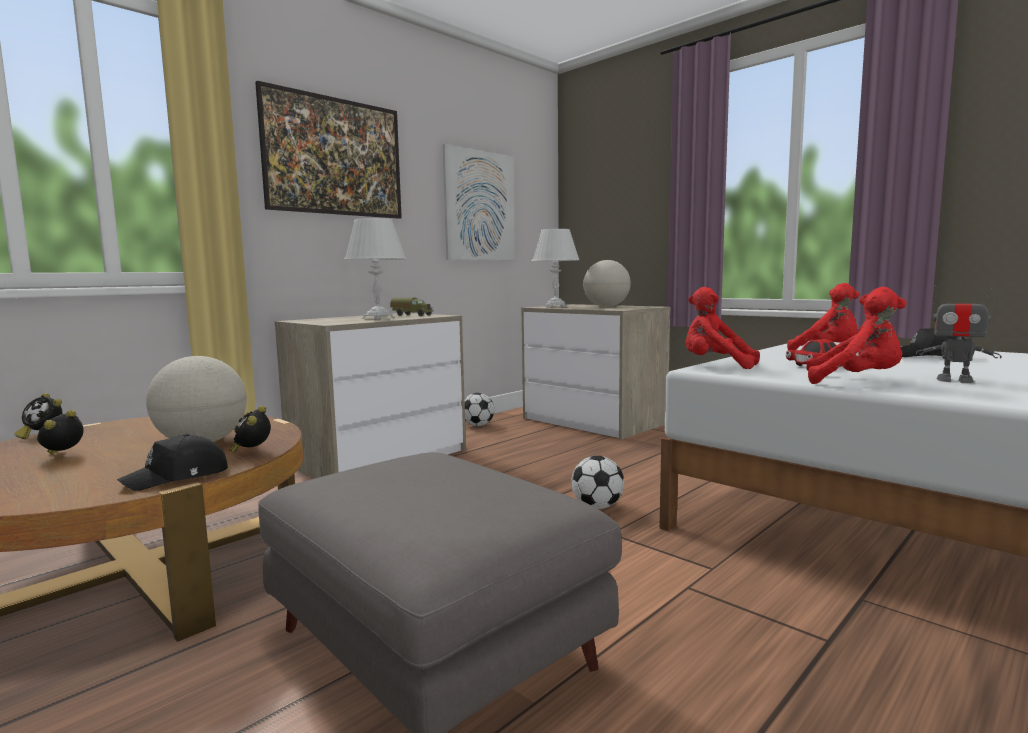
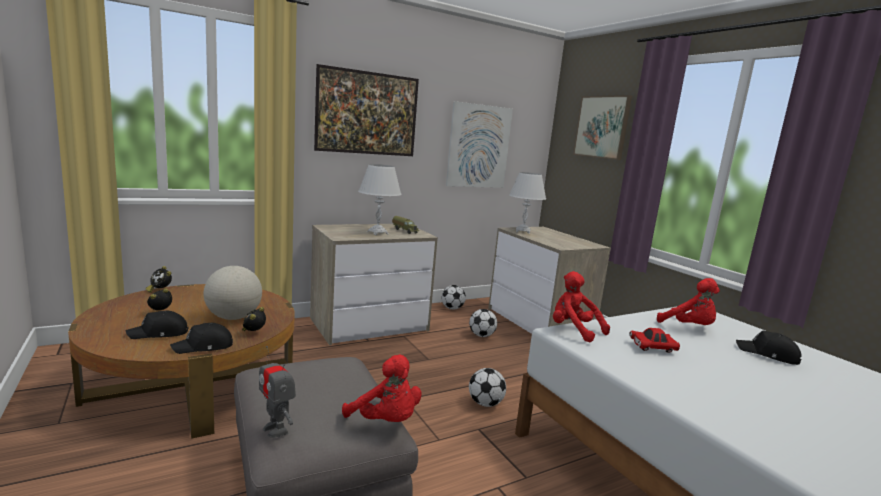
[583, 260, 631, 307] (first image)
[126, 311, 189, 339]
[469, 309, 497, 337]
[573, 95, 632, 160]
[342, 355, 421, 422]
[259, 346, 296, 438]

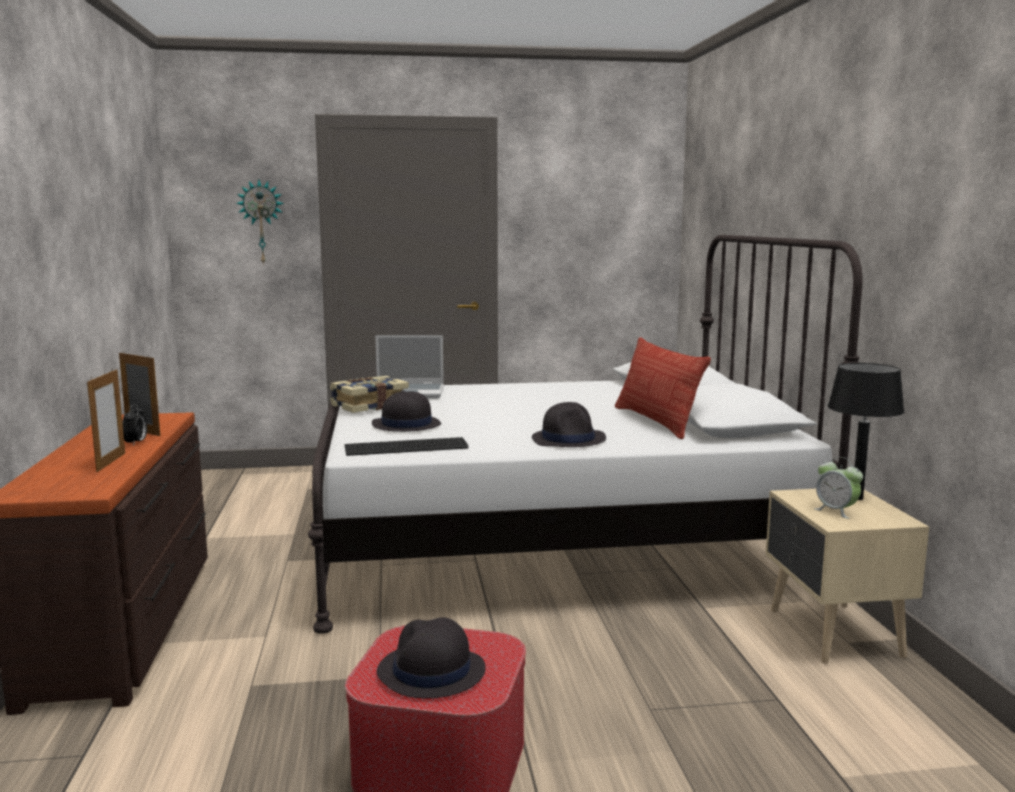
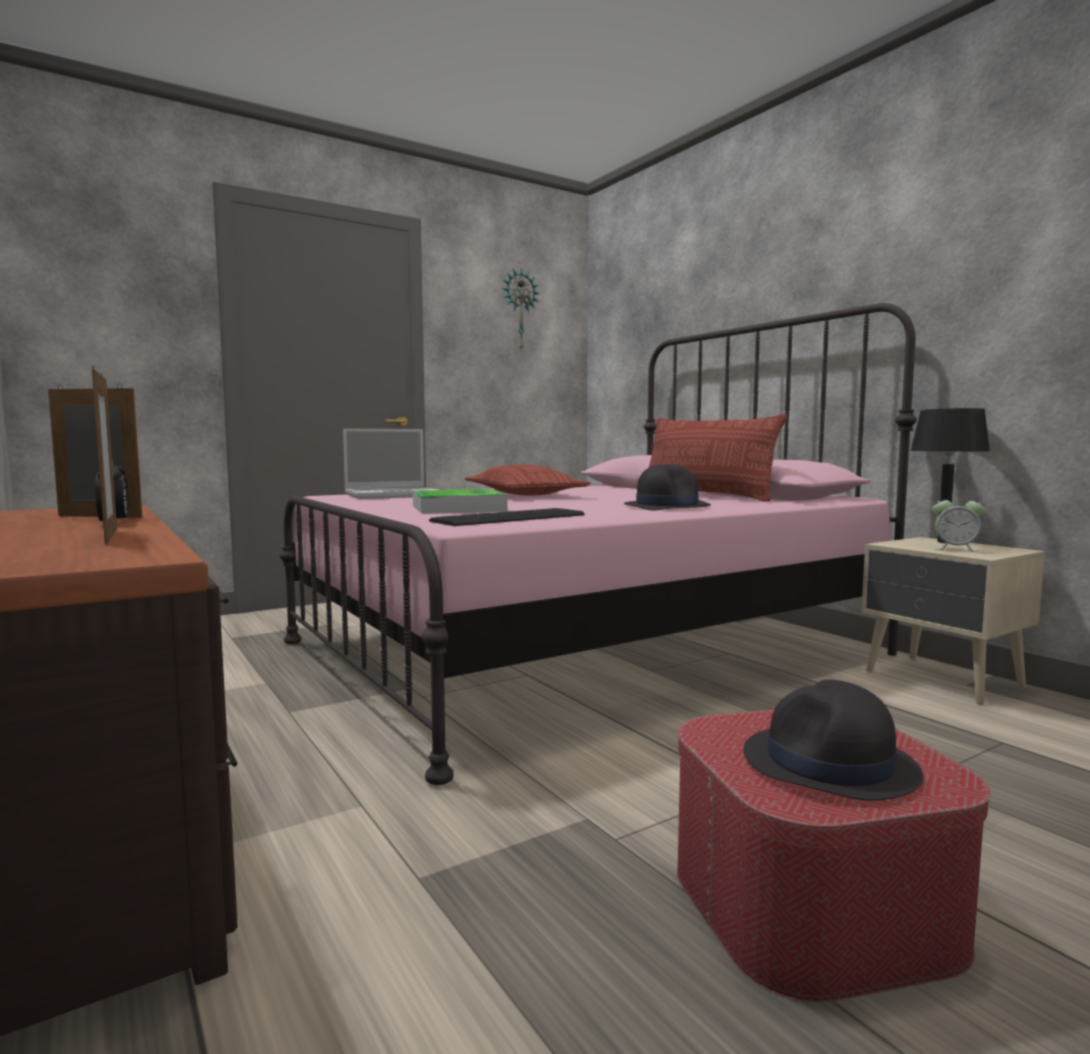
[330, 376, 409, 413] (first image)
[465, 464, 591, 495]
[502, 268, 540, 351]
[413, 489, 507, 514]
[280, 303, 917, 785]

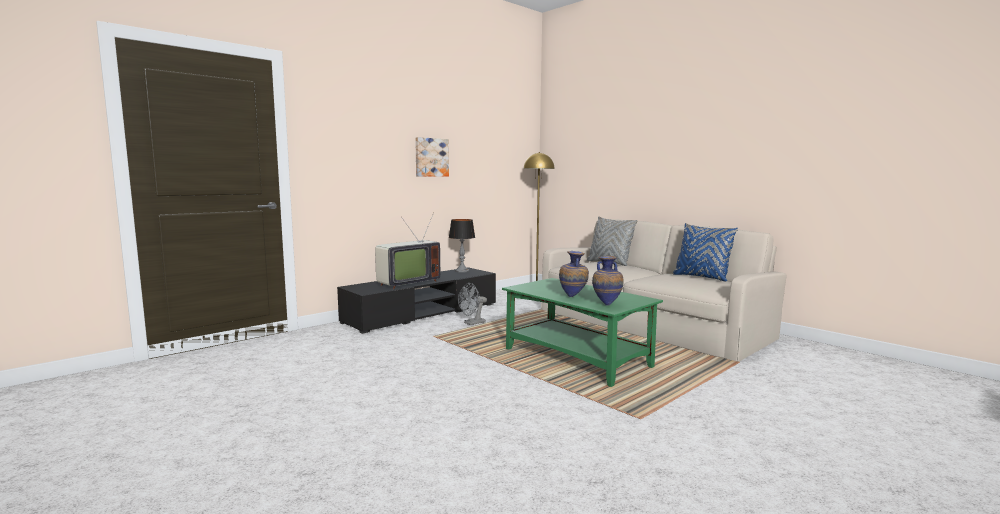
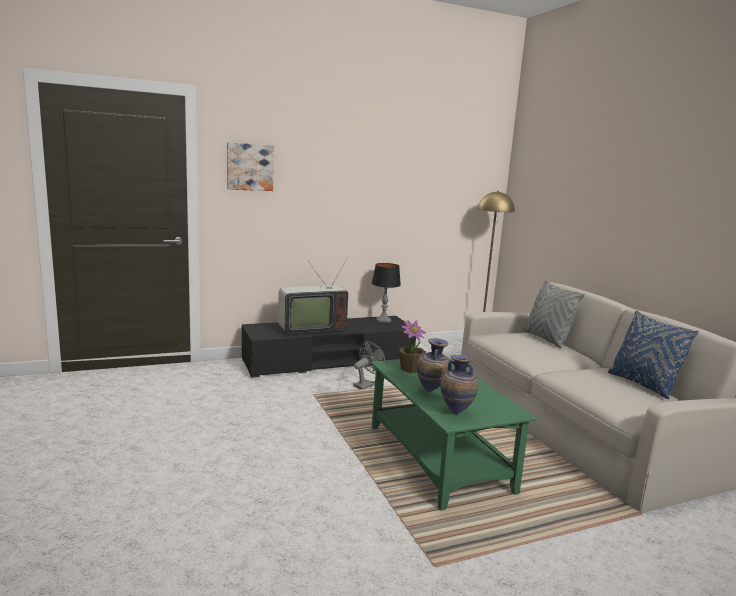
[399, 320, 426, 373]
[227, 142, 274, 191]
[353, 341, 385, 390]

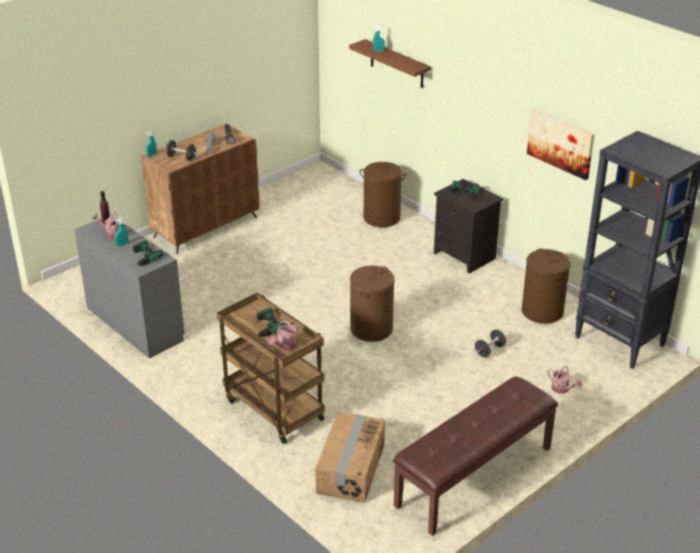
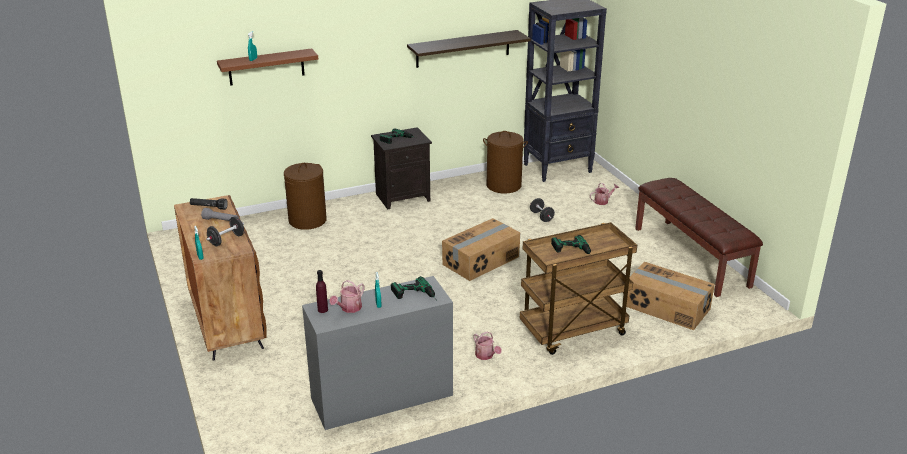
[474, 332, 502, 360]
[442, 218, 520, 281]
[407, 30, 531, 68]

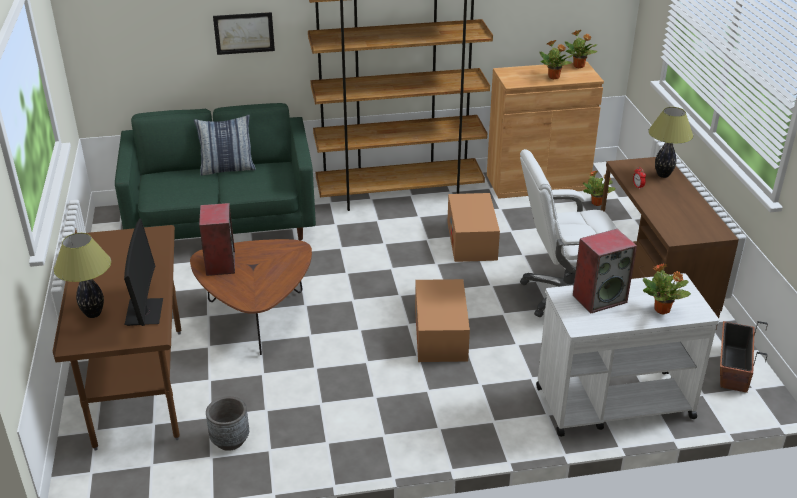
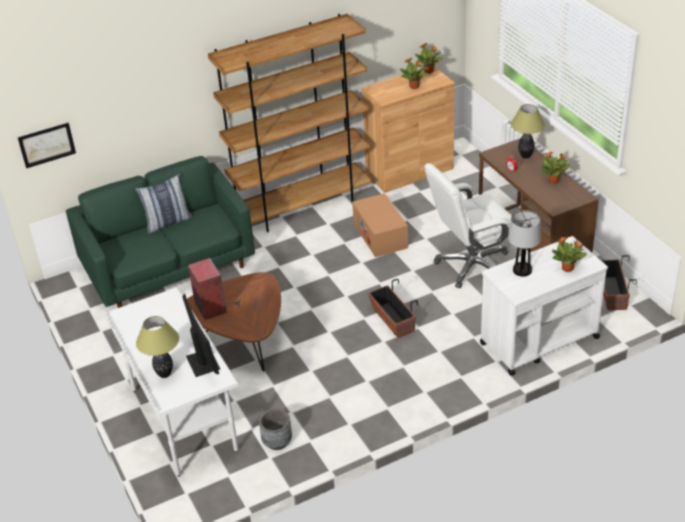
[18, 123, 76, 168]
[540, 152, 570, 184]
[368, 278, 418, 338]
[508, 210, 541, 277]
[103, 288, 239, 477]

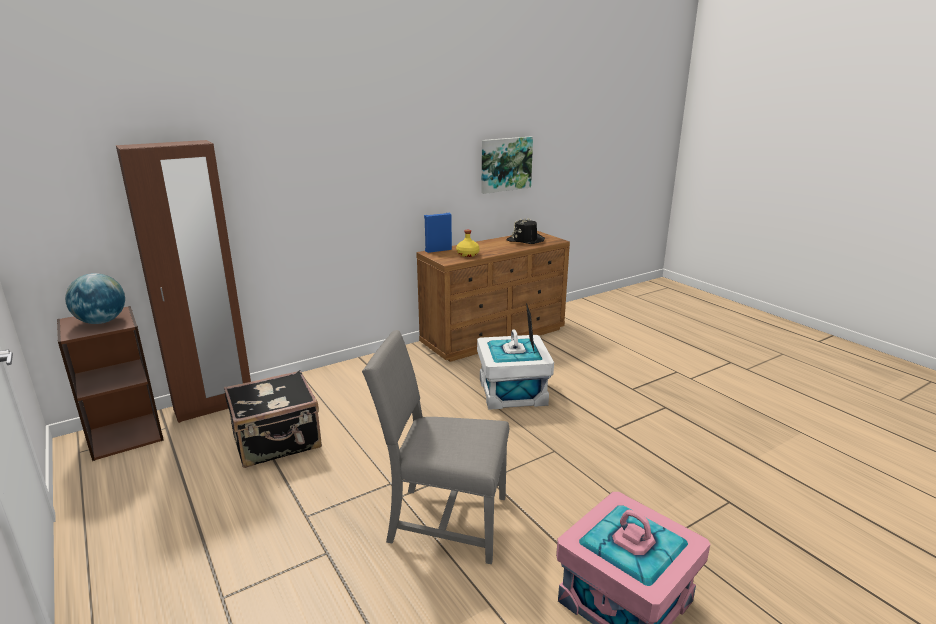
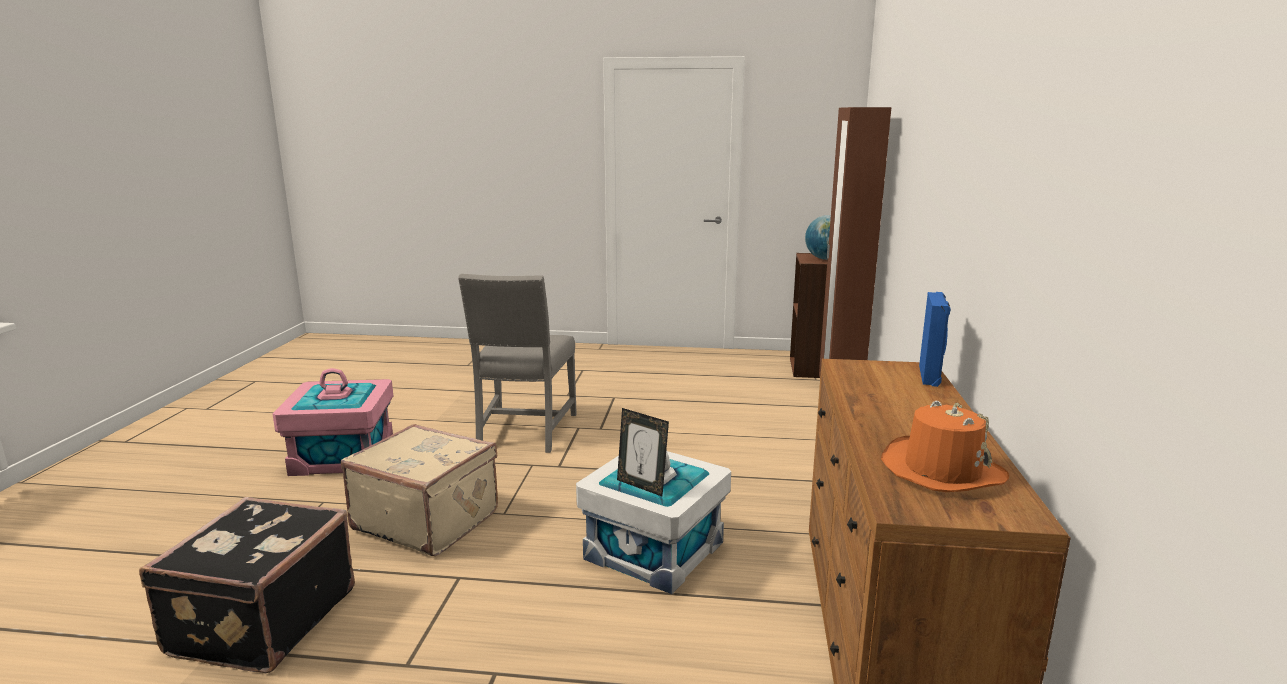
[456, 230, 479, 257] (first image)
[481, 136, 533, 194] (first image)
[341, 424, 498, 556]
[139, 497, 355, 673]
[881, 401, 1009, 492]
[458, 274, 577, 453]

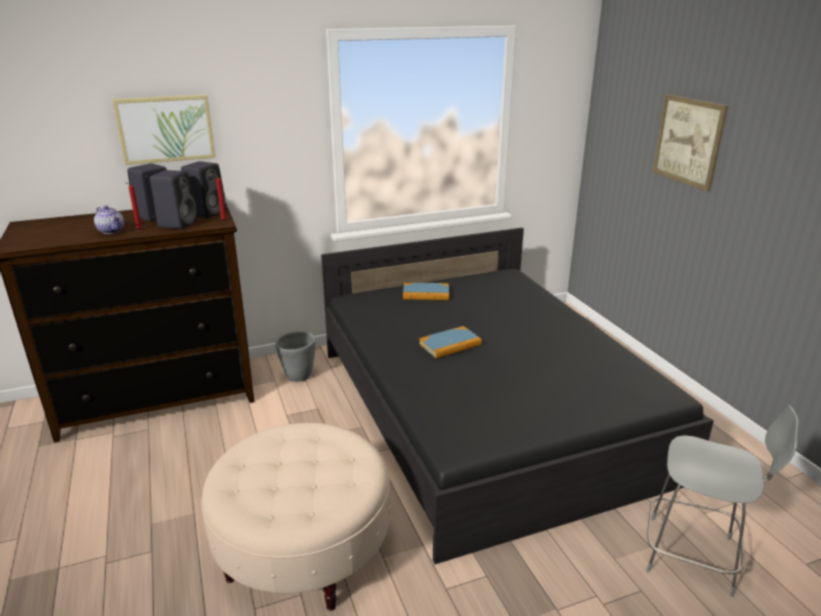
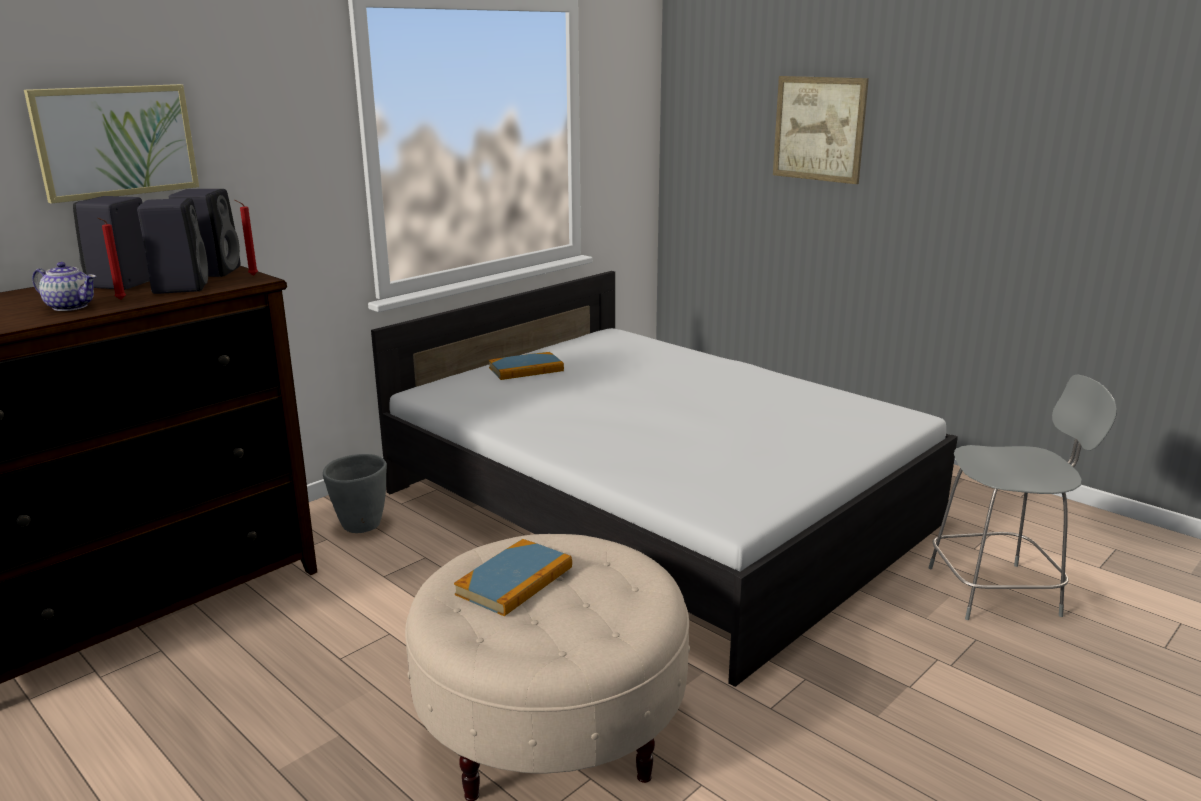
[454, 539, 572, 616]
[371, 271, 958, 687]

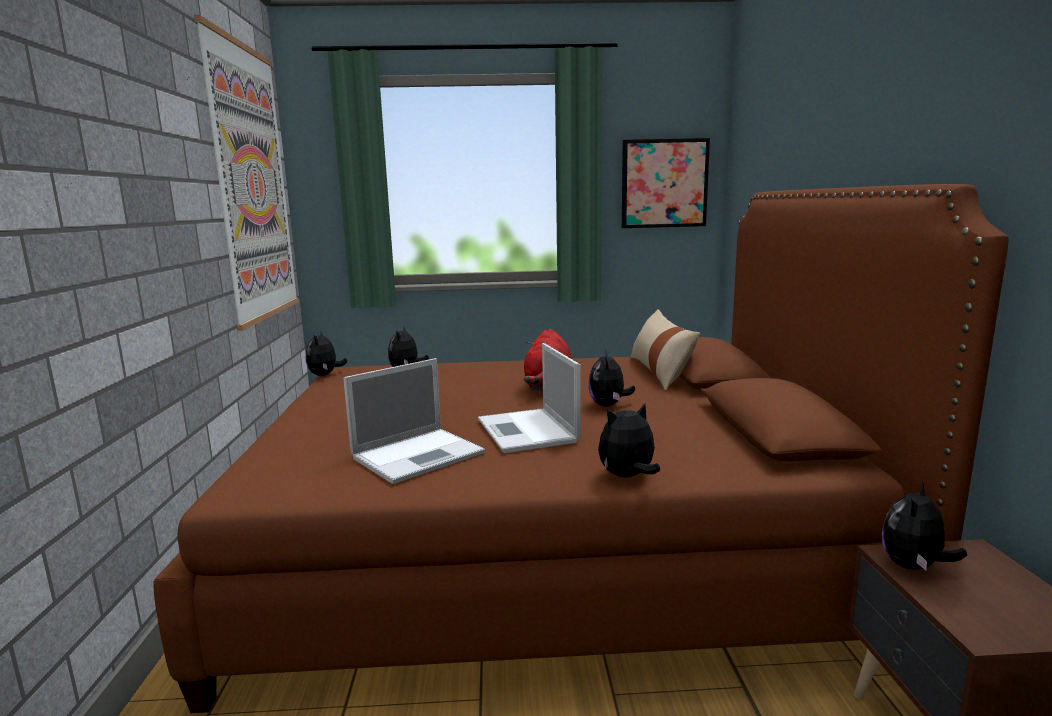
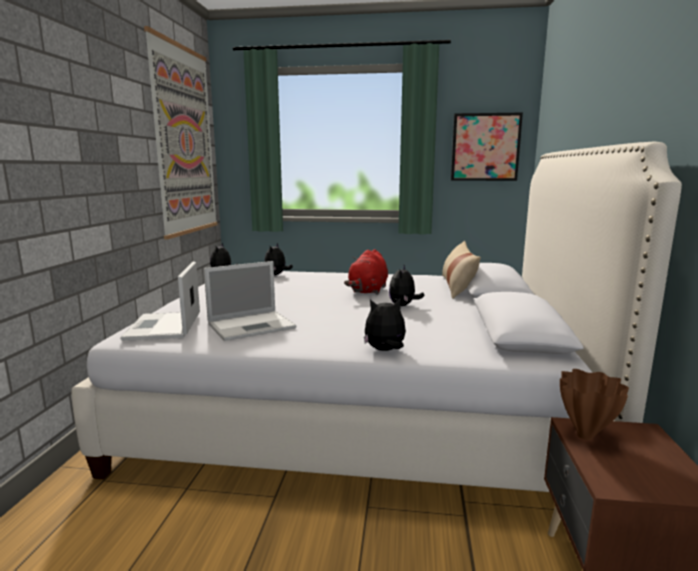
[120, 262, 200, 341]
[560, 369, 629, 440]
[72, 142, 682, 492]

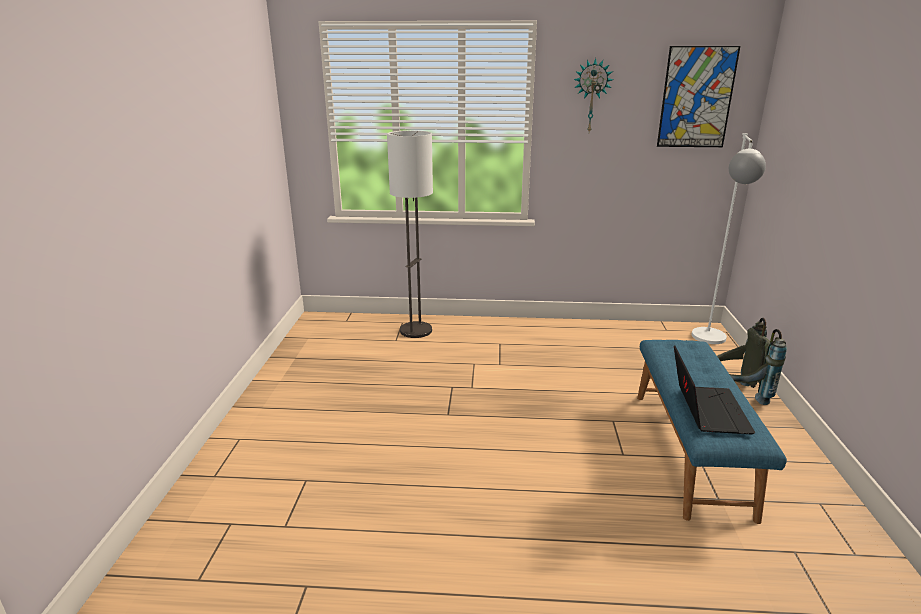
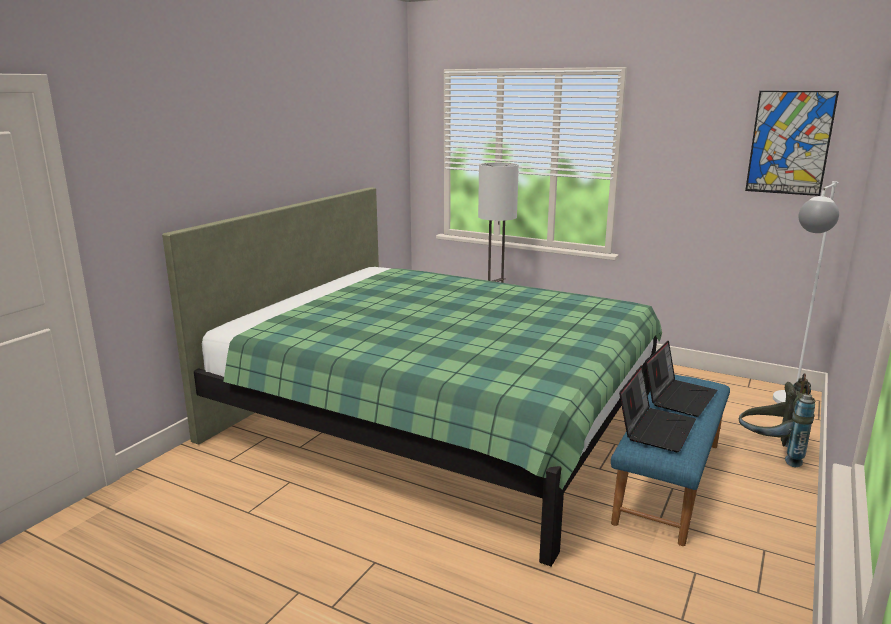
[574, 58, 613, 132] (first image)
[162, 187, 662, 566]
[645, 341, 718, 417]

